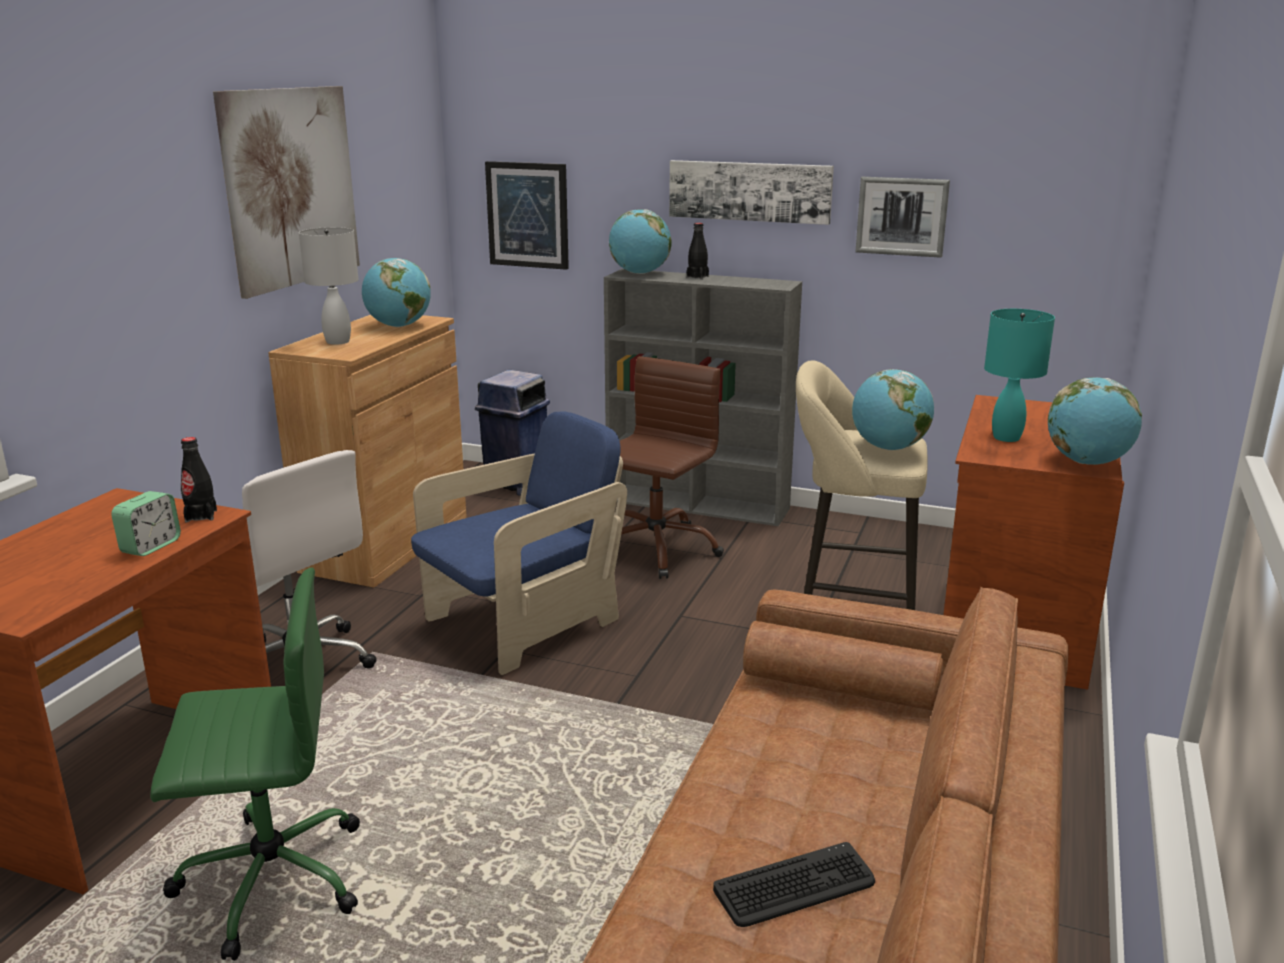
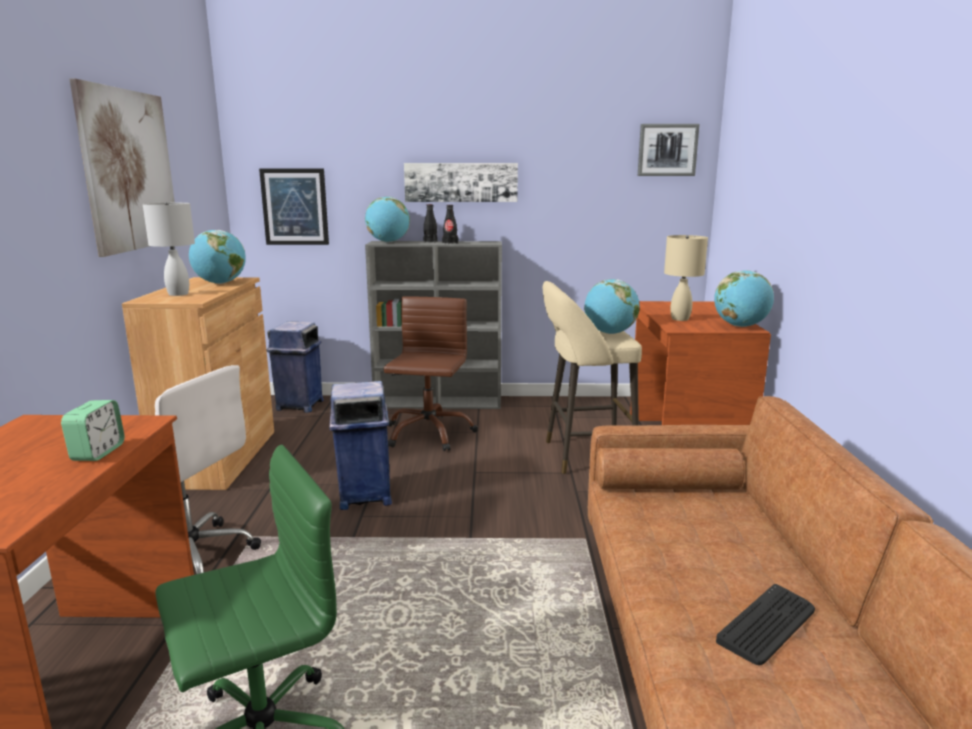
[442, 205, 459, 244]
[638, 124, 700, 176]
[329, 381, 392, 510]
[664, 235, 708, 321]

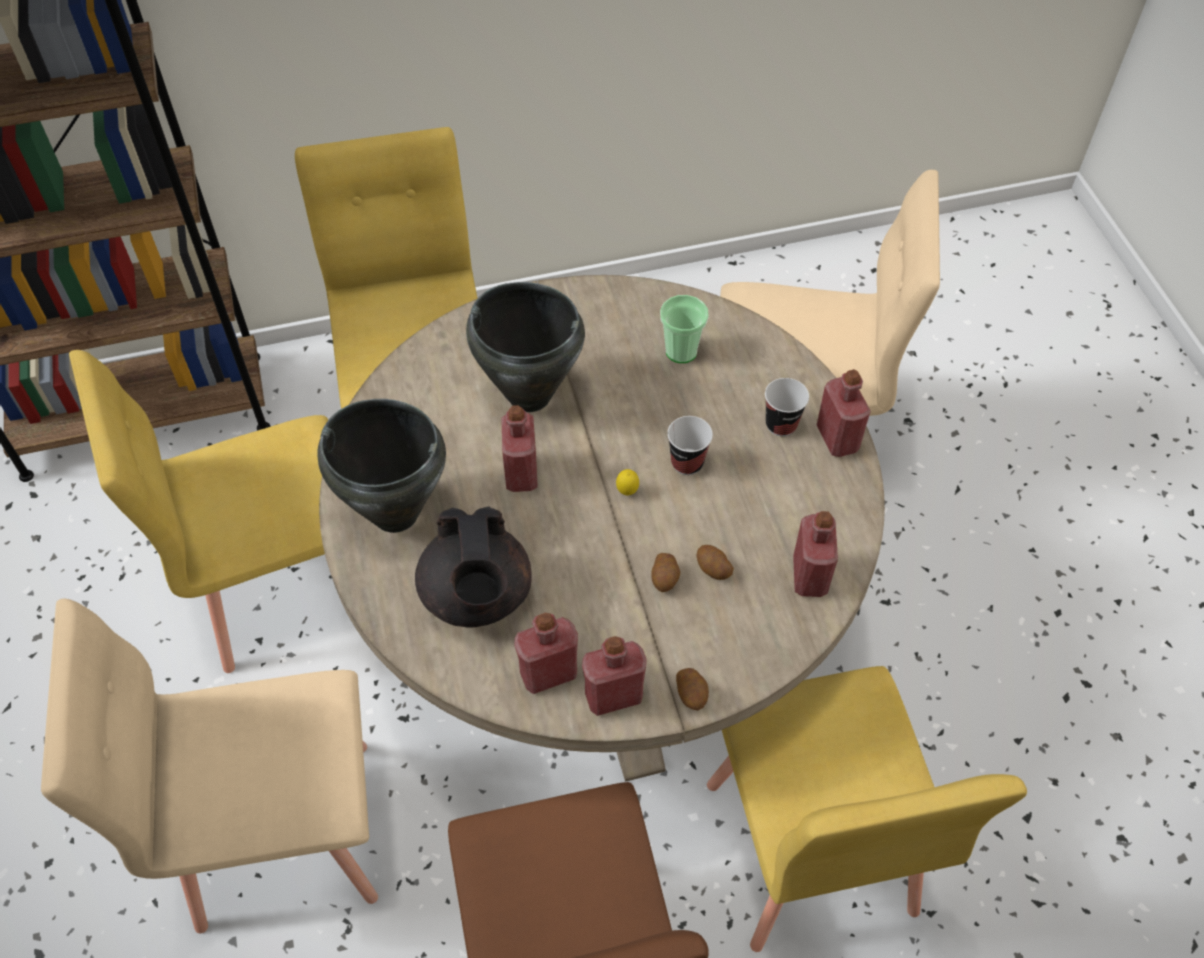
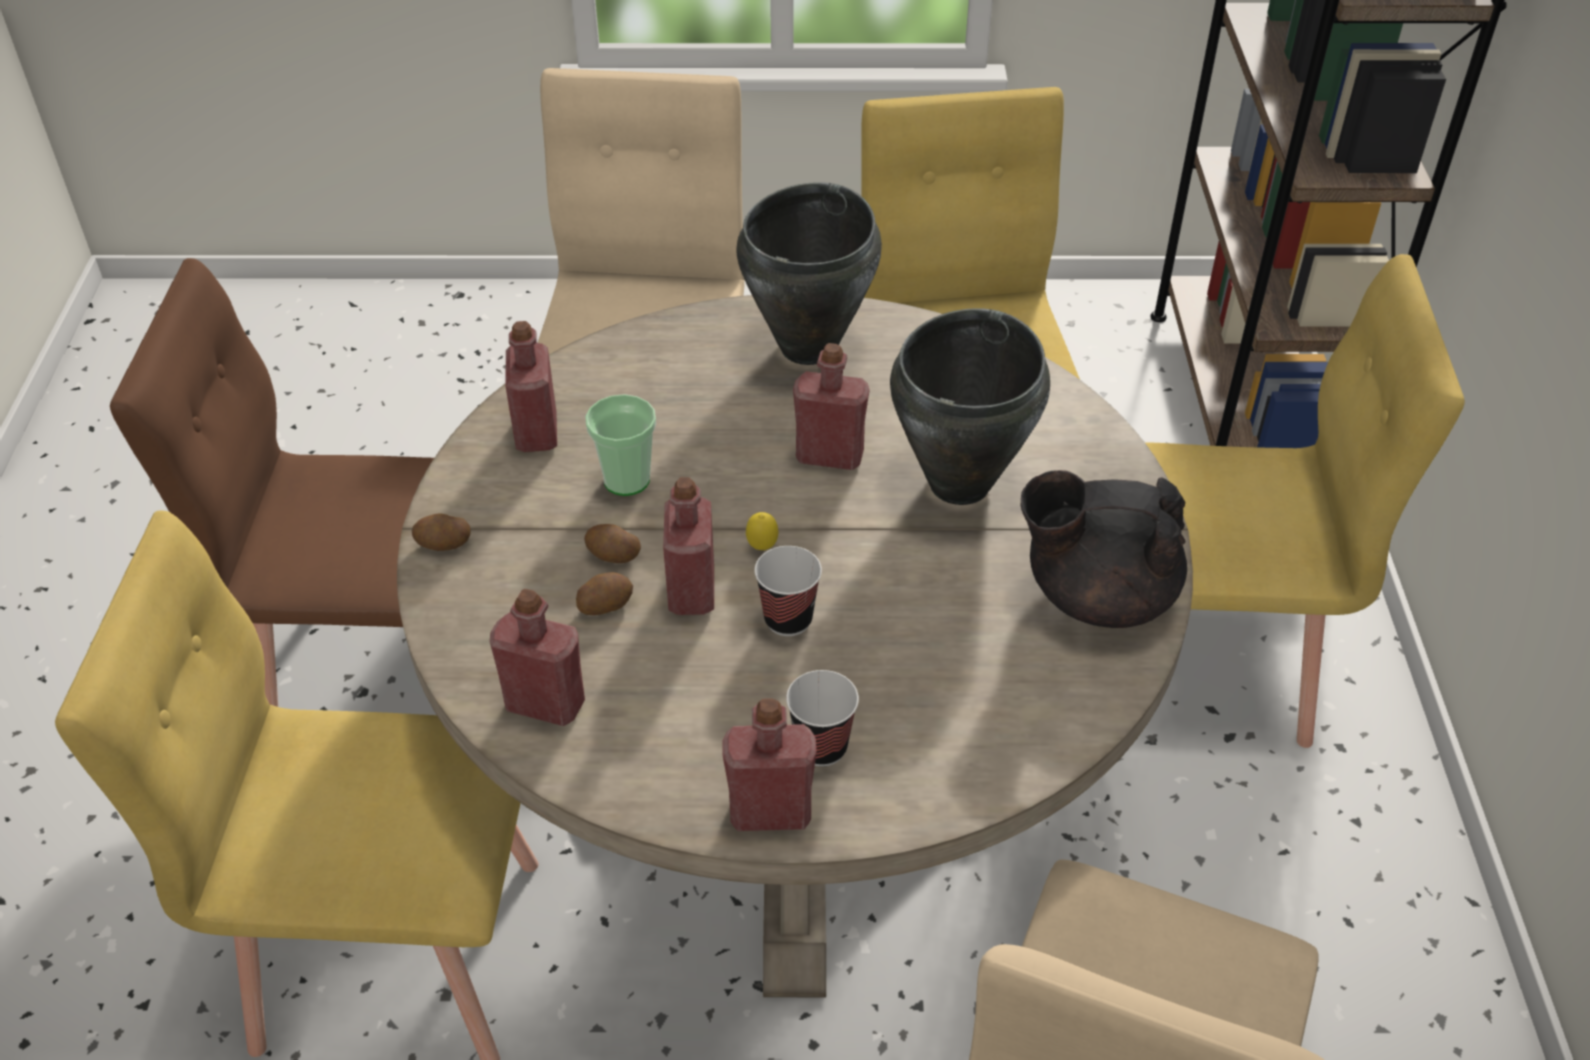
[1021, 470, 1187, 628]
[663, 477, 714, 615]
[585, 394, 656, 496]

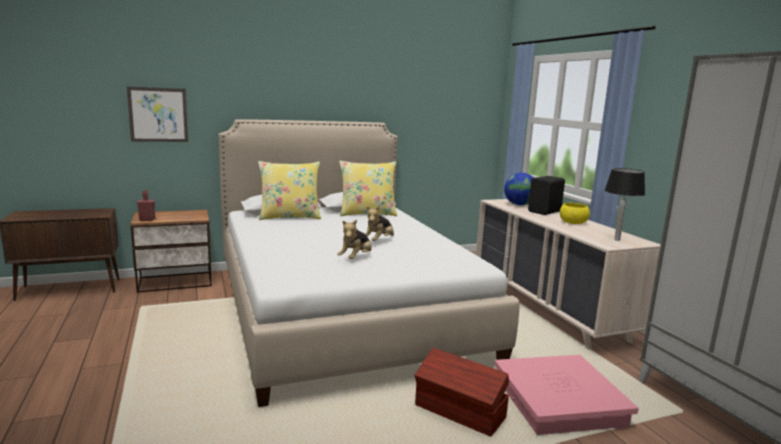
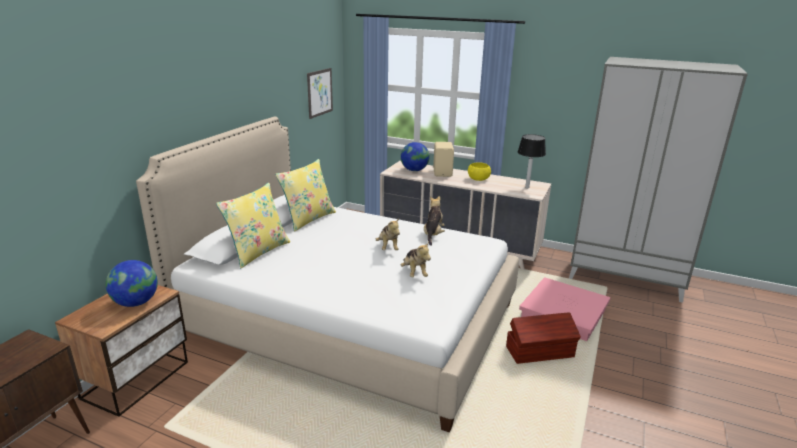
[137, 190, 155, 221] (first image)
[106, 260, 158, 307]
[424, 196, 445, 246]
[307, 68, 333, 119]
[433, 142, 454, 177]

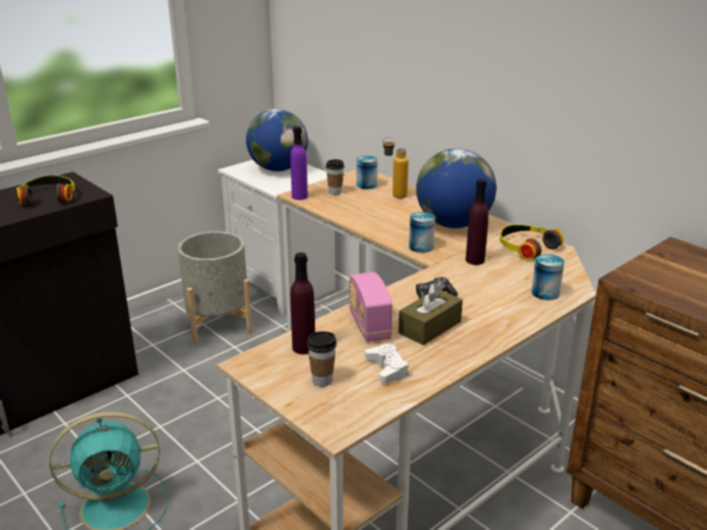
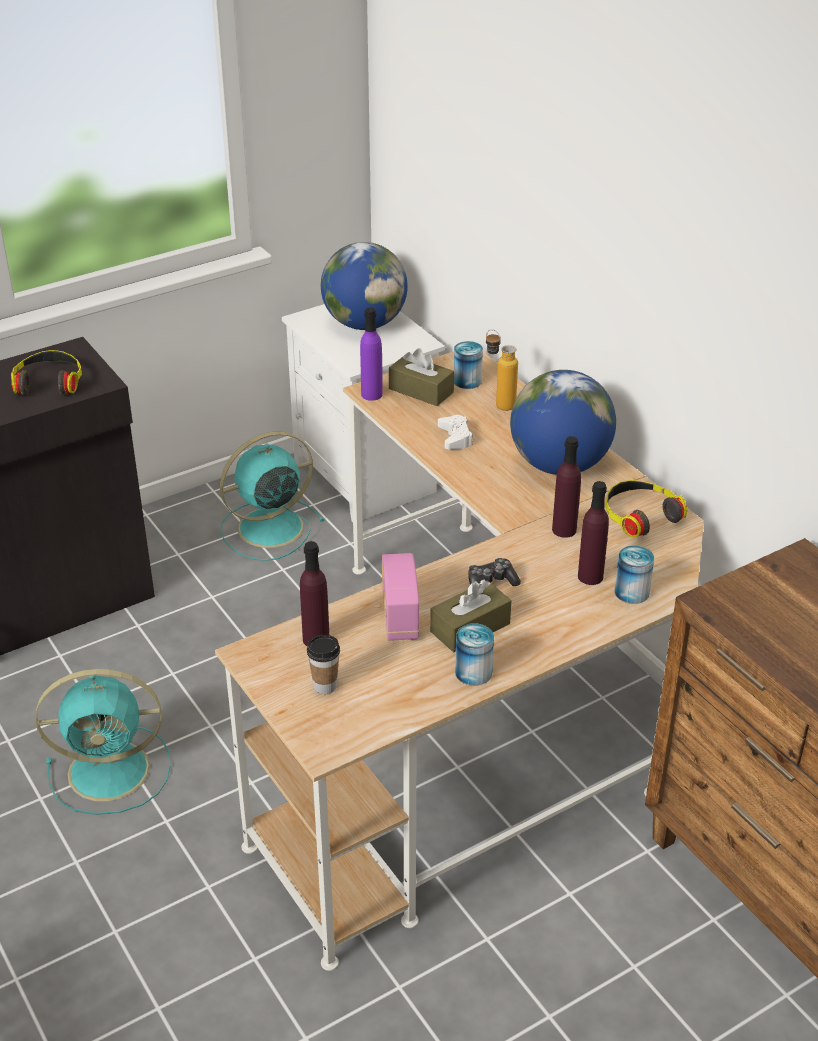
[578, 481, 609, 585]
[438, 415, 473, 449]
[455, 623, 494, 686]
[220, 431, 325, 561]
[389, 348, 454, 406]

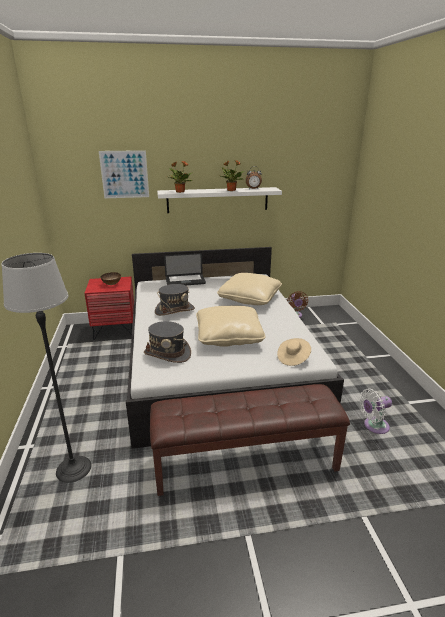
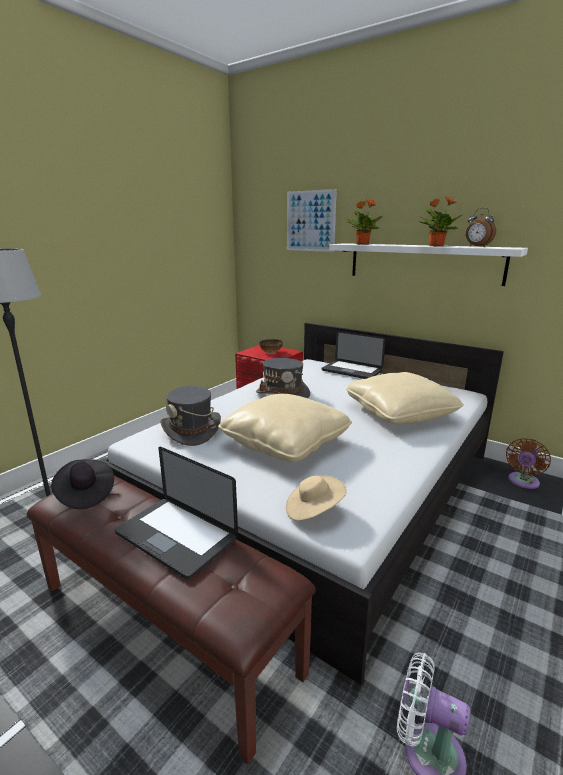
[51, 459, 114, 509]
[115, 447, 238, 580]

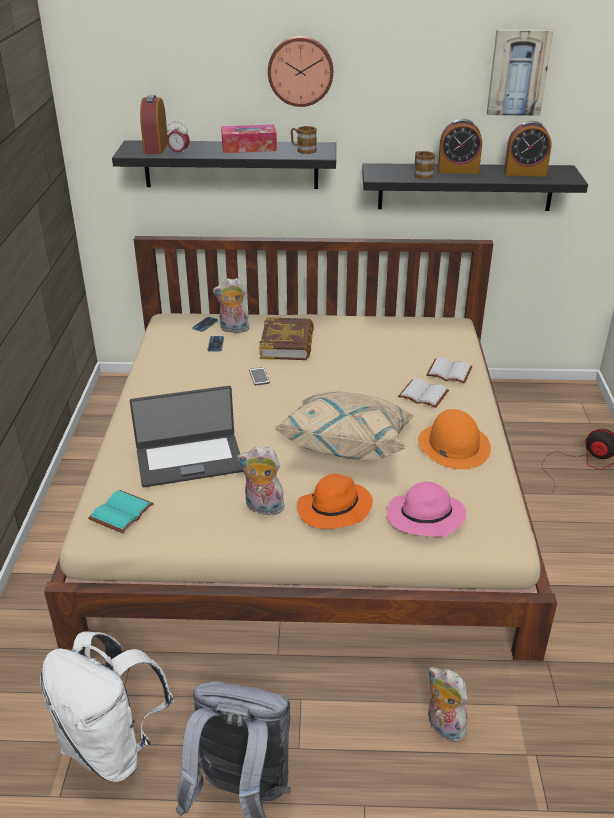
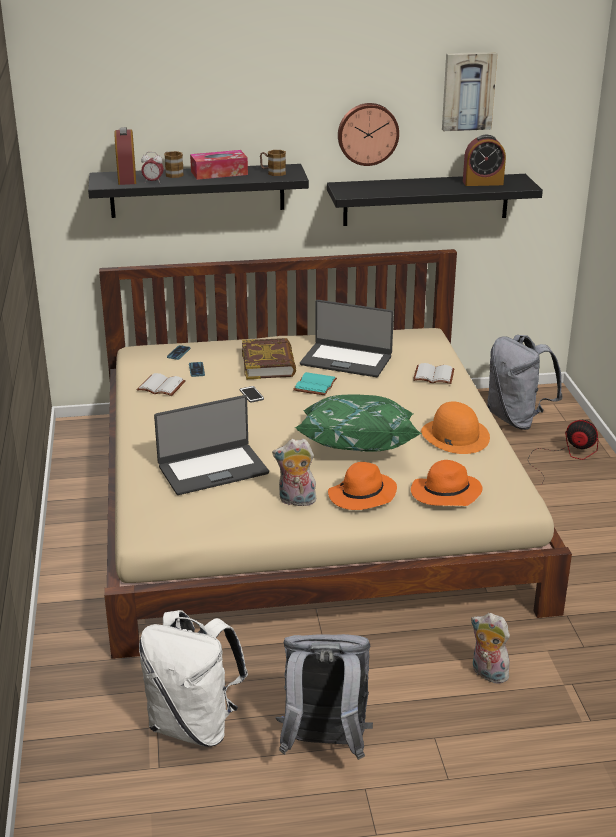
[213, 278, 249, 333] (first image)
[438, 119, 482, 174] (first image)
[300, 300, 394, 377]
[487, 335, 563, 430]
[293, 372, 337, 395]
[338, 103, 399, 166]
[136, 373, 186, 396]
[164, 151, 184, 178]
[294, 395, 422, 452]
[411, 460, 483, 506]

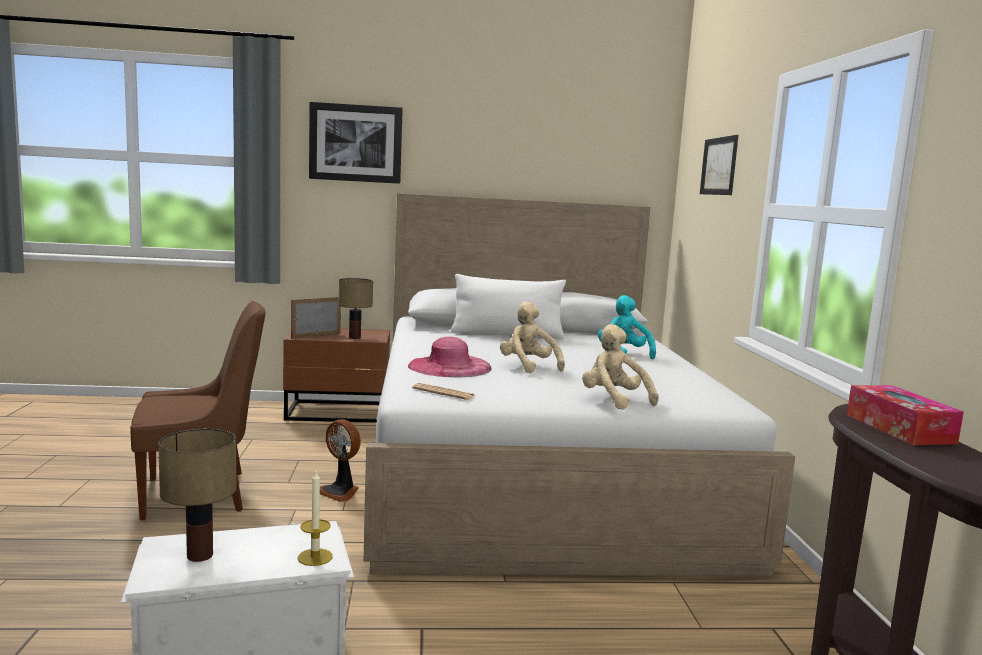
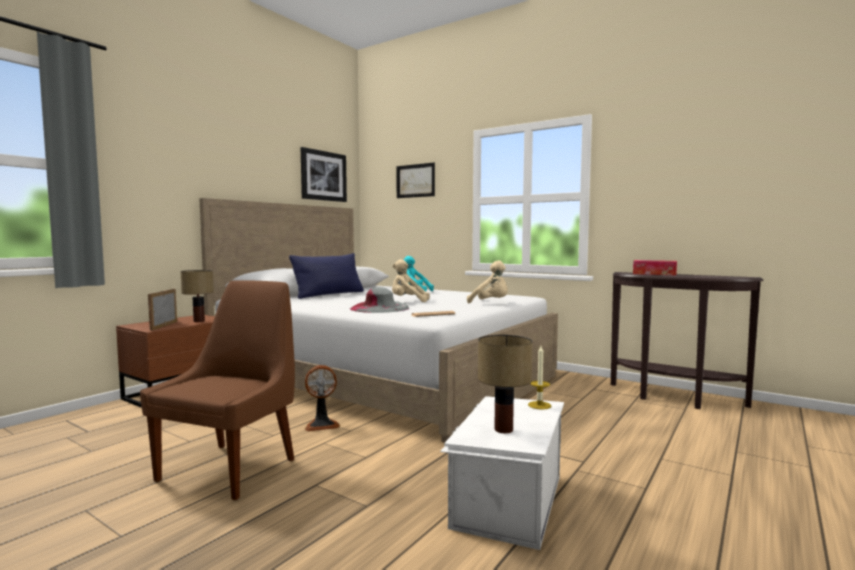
[301, 147, 347, 202]
[350, 287, 409, 313]
[289, 253, 364, 299]
[467, 260, 508, 303]

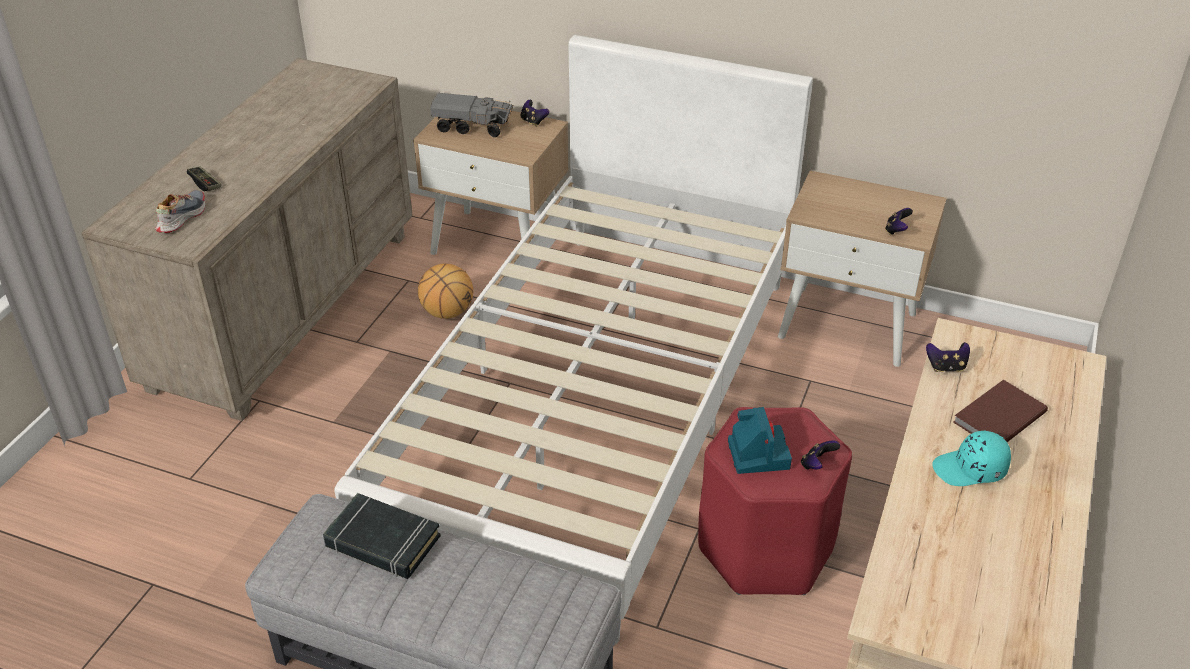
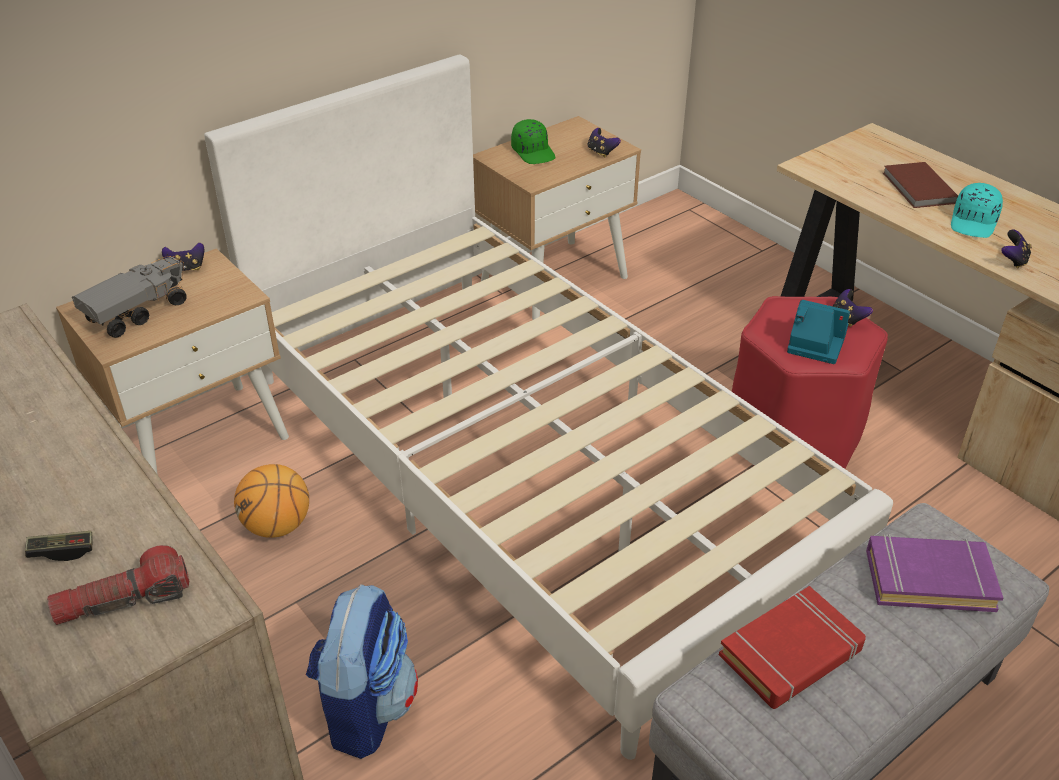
[306, 584, 418, 759]
[511, 119, 556, 164]
[866, 534, 1003, 612]
[1001, 230, 1032, 269]
[47, 545, 189, 625]
[719, 586, 866, 709]

